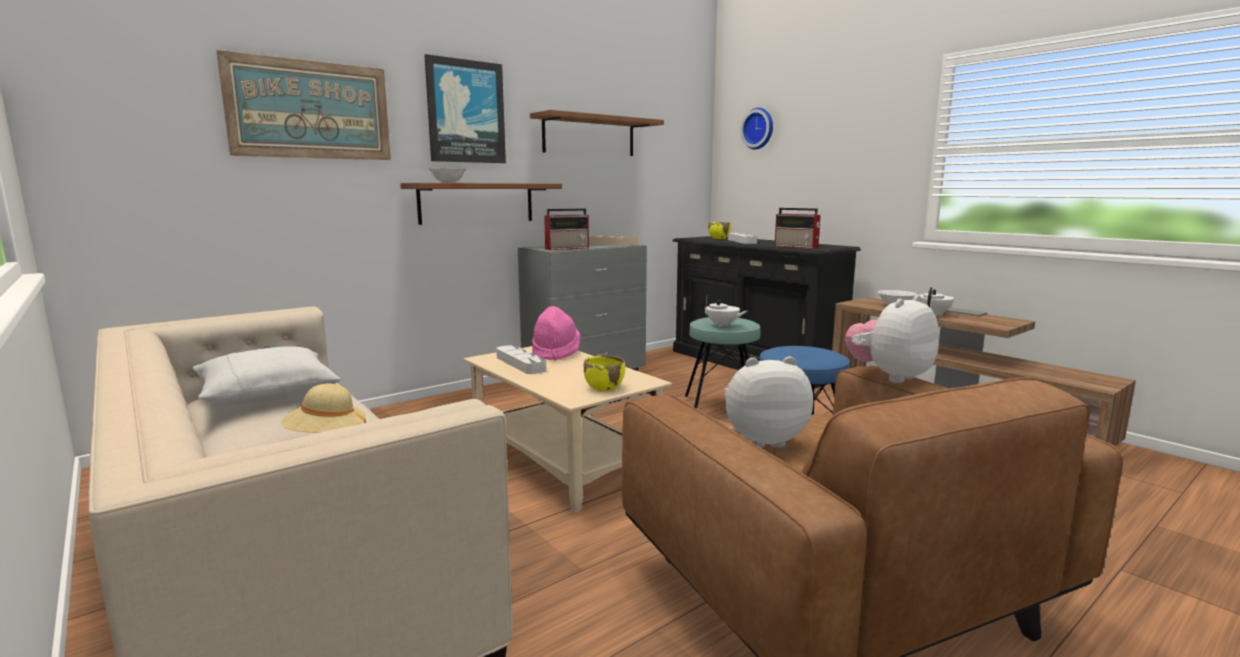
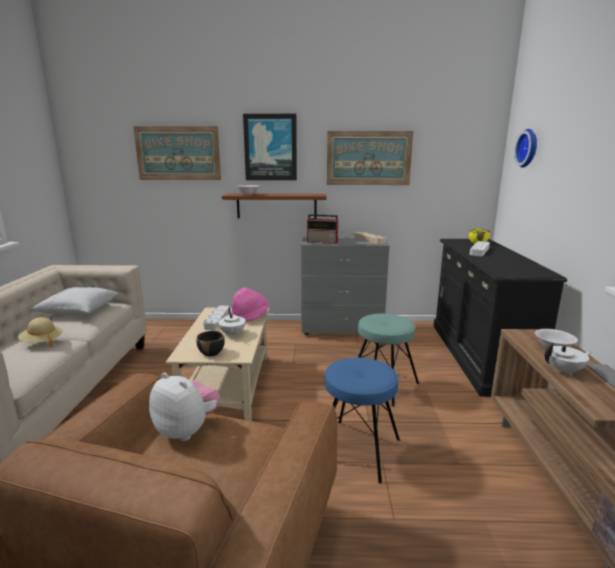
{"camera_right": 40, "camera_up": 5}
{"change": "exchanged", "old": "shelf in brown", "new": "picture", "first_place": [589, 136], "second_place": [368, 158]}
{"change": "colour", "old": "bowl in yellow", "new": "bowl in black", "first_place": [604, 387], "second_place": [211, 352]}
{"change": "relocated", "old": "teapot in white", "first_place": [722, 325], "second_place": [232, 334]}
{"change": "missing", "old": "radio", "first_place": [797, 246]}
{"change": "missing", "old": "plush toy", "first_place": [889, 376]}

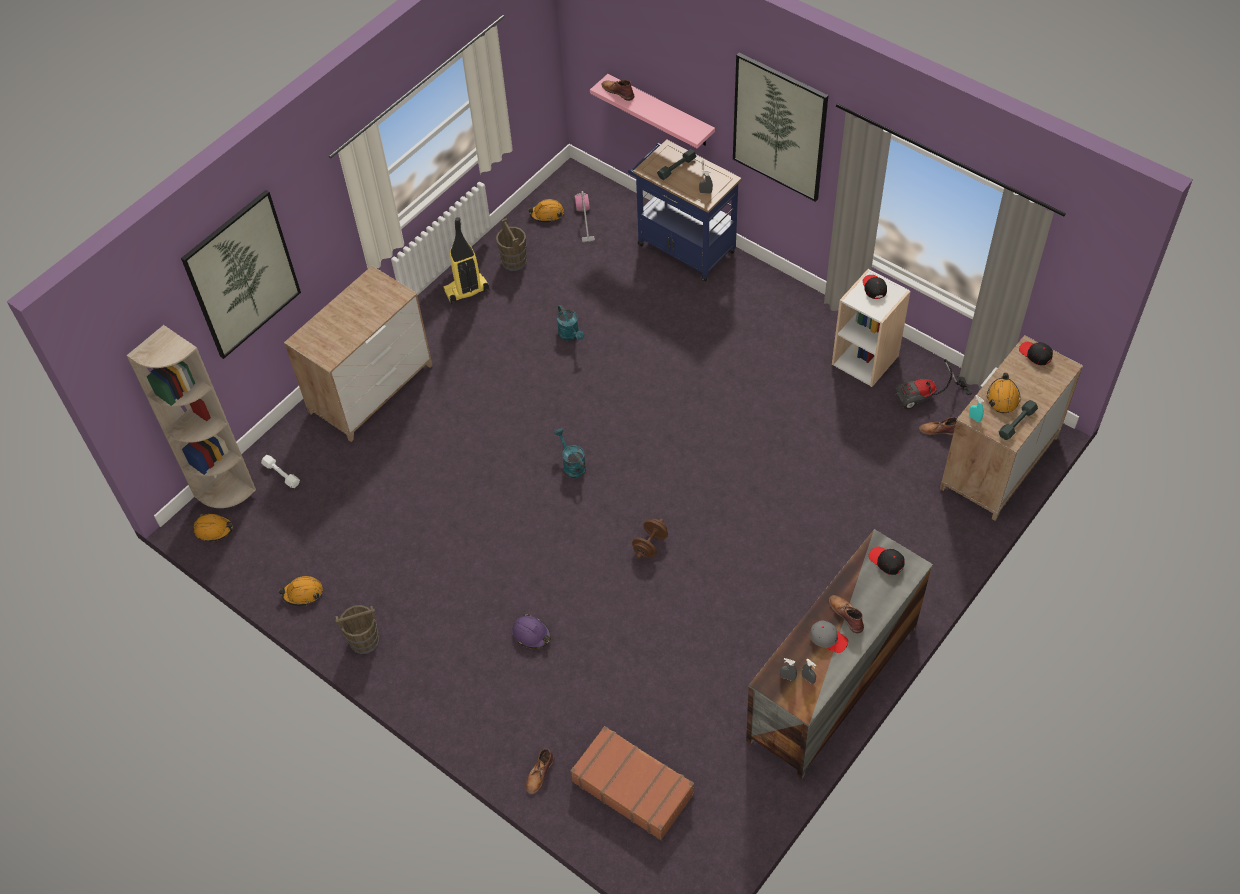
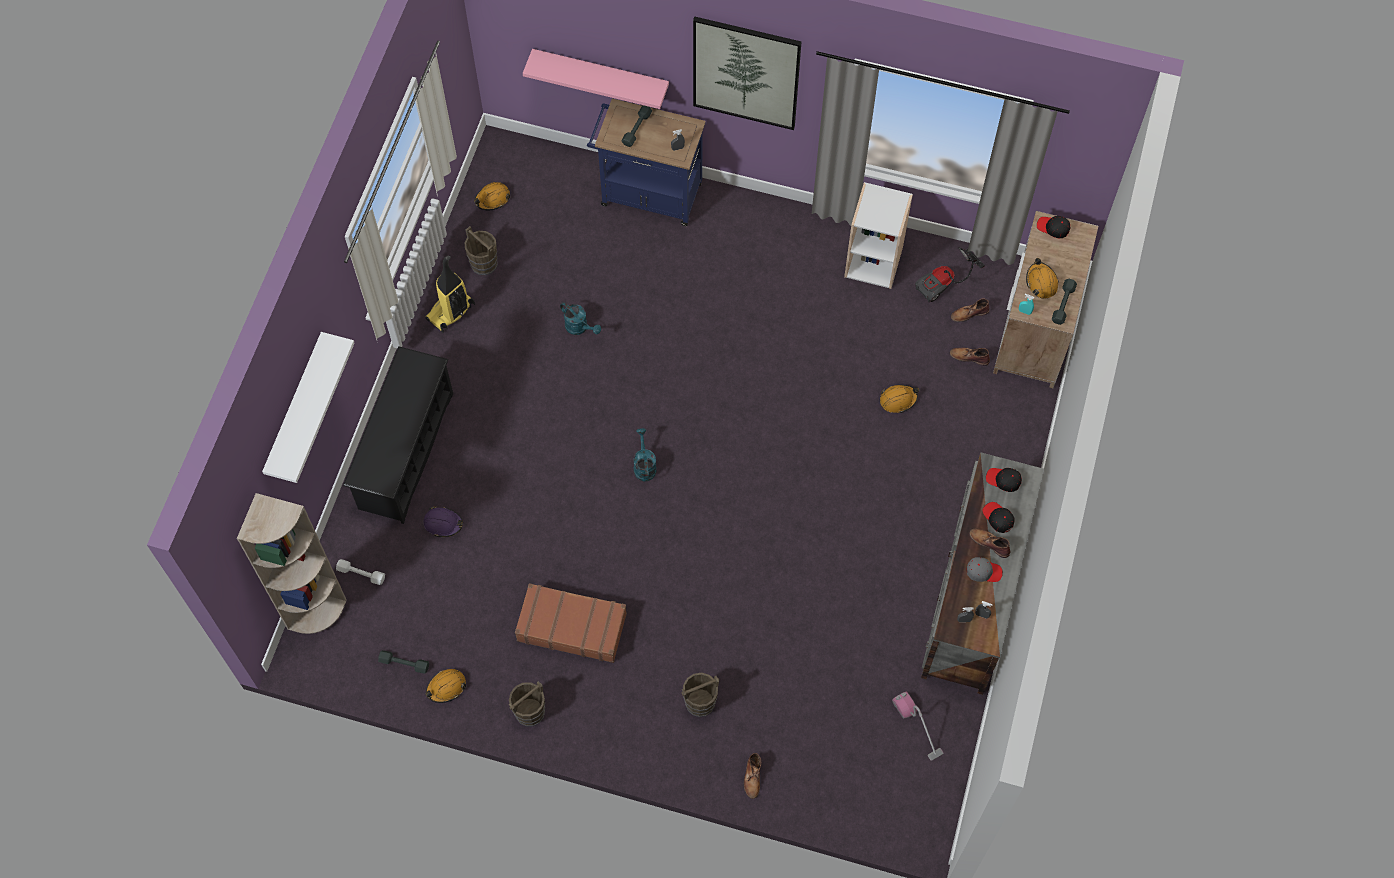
{"camera_right": -25, "camera_up": 10}
{"change": "exchanged", "old": "picture", "new": "shelf in white", "first_place": [242, 275], "second_place": [295, 408]}
{"change": "relocated", "old": "hard hat in orange", "first_place": [214, 529], "second_place": [898, 400]}
{"change": "exchanged", "old": "dresser", "new": "shoe rack in black", "first_place": [371, 388], "second_place": [406, 451]}
{"change": "relocated", "old": "hard hat in purple", "first_place": [531, 634], "second_place": [443, 523]}
{"change": "spun", "old": "watering can in turquoise", "first_place": [572, 465], "second_place": [644, 465], "degrees": 45}
{"change": "relocated", "old": "suitcase in brown", "first_place": [633, 787], "second_place": [571, 626]}
{"change": "relocated", "old": "vacuum cleaner", "first_place": [584, 220], "second_place": [917, 727]}
{"change": "relocated", "old": "boot in brown", "first_place": [618, 91], "second_place": [969, 357]}
{"change": "missing", "old": "dumbbell in brown", "first_place": [650, 545]}
{"change": "relocated", "old": "cap in black", "first_place": [874, 288], "second_place": [998, 518]}
{"change": "appeared", "new": "dumbbell in grey", "second_place": [404, 663]}
{"change": "appeared", "new": "bucket in brown", "second_place": [699, 702]}

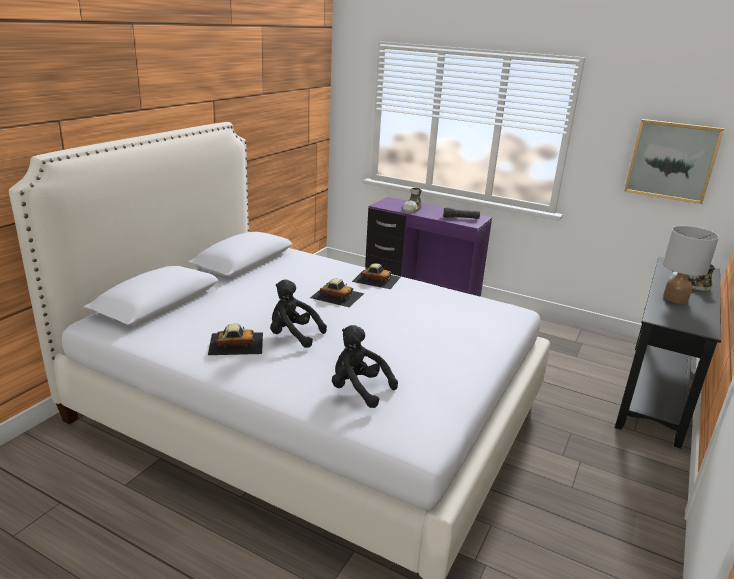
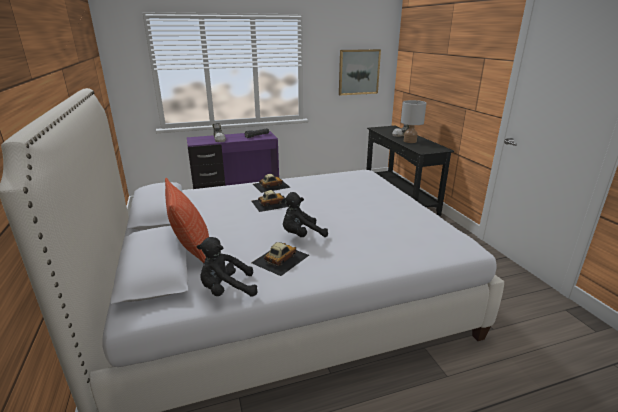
{"camera_right": -45, "camera_up": 0}
{"change": "relocated", "old": "plush toy in black", "first_place": [358, 389], "second_place": [226, 290]}
{"change": "appeared", "new": "pillow in orange", "second_place": [192, 252]}

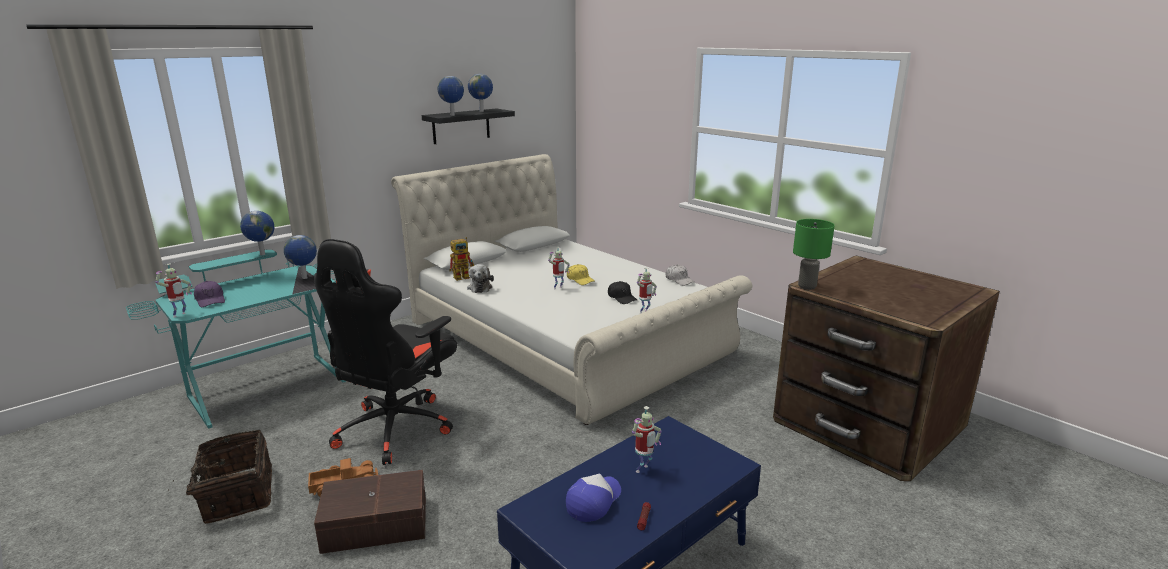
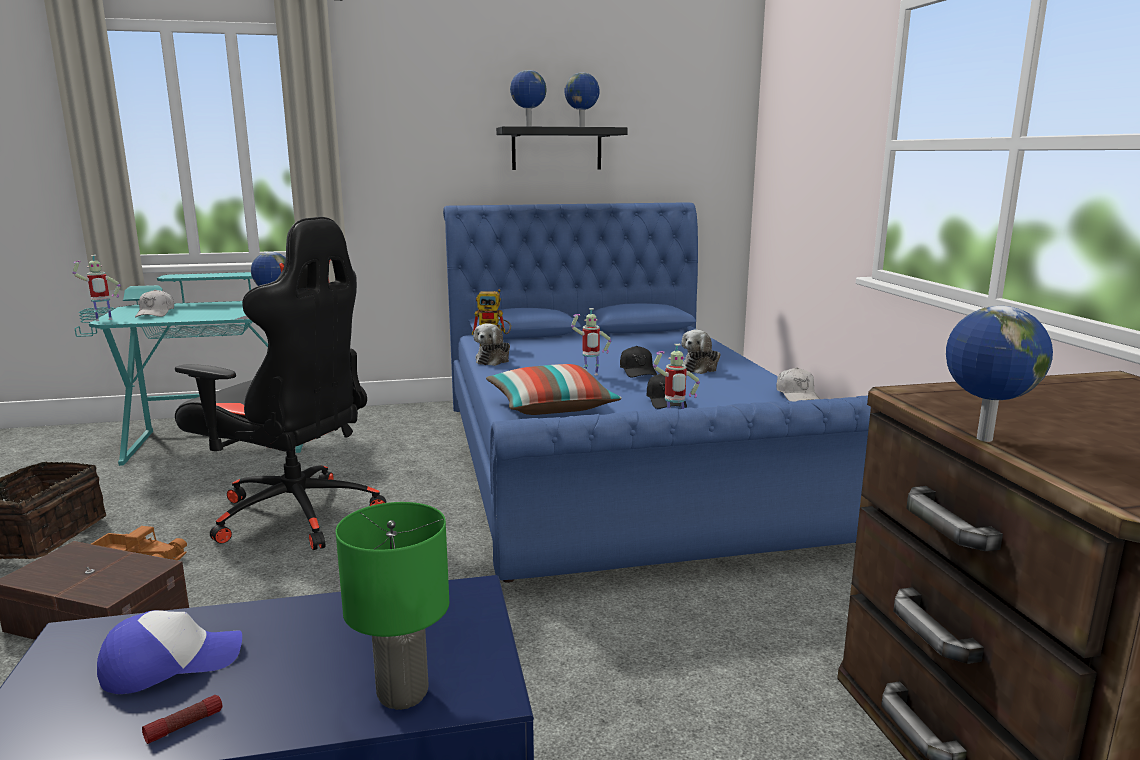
{"camera_right": 30, "camera_up": -5}
{"change": "colour", "old": "cap in purple", "new": "cap in white", "first_place": [210, 300], "second_place": [156, 313]}
{"change": "relocated", "old": "globe", "first_place": [262, 254], "second_place": [982, 439]}
{"change": "spun", "old": "office chair in black", "first_place": [400, 424], "second_place": [287, 513], "degrees": -120}
{"change": "colour", "old": "bed in beige", "new": "bed in blue", "first_place": [564, 336], "second_place": [618, 460]}
{"change": "colour", "old": "cap in yellow", "new": "cap in black", "first_place": [580, 280], "second_place": [638, 371]}
{"change": "missing", "old": "toy robot", "first_place": [643, 470]}
{"change": "relocated", "old": "table lamp in green", "first_place": [808, 287], "second_place": [405, 696]}
{"change": "appeared", "new": "pillow", "second_place": [551, 407]}
{"change": "appeared", "new": "plush toy", "second_place": [701, 368]}

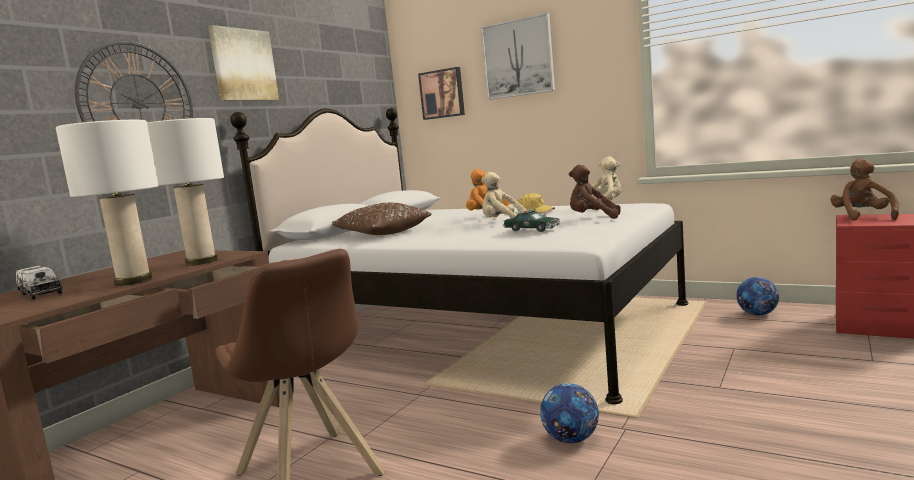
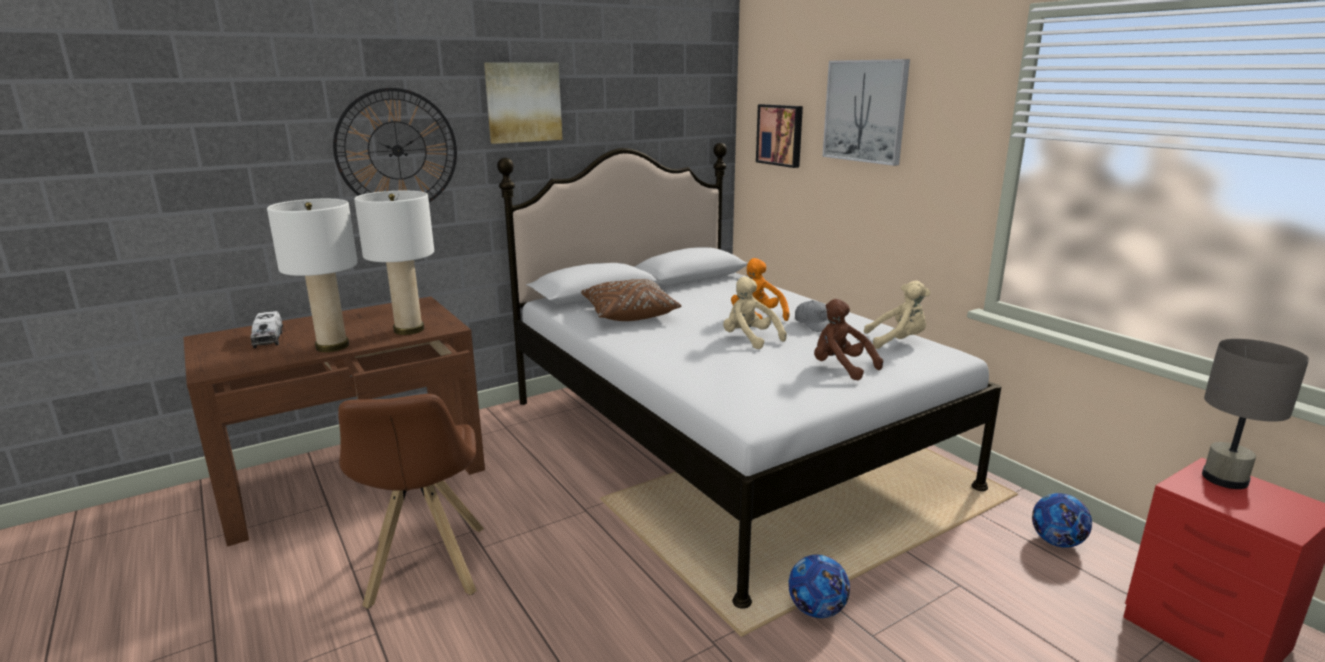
{"camera_right": 25, "camera_up": 10}
{"change": "missing", "old": "toy car", "first_place": [532, 229]}
{"change": "colour", "old": "cap in yellow", "new": "cap in grey", "first_place": [535, 211], "second_place": [815, 324]}
{"change": "relocated", "old": "football", "first_place": [571, 439], "second_place": [816, 610]}
{"change": "exchanged", "old": "plush toy in brown", "new": "table lamp in grey", "first_place": [862, 217], "second_place": [1225, 479]}

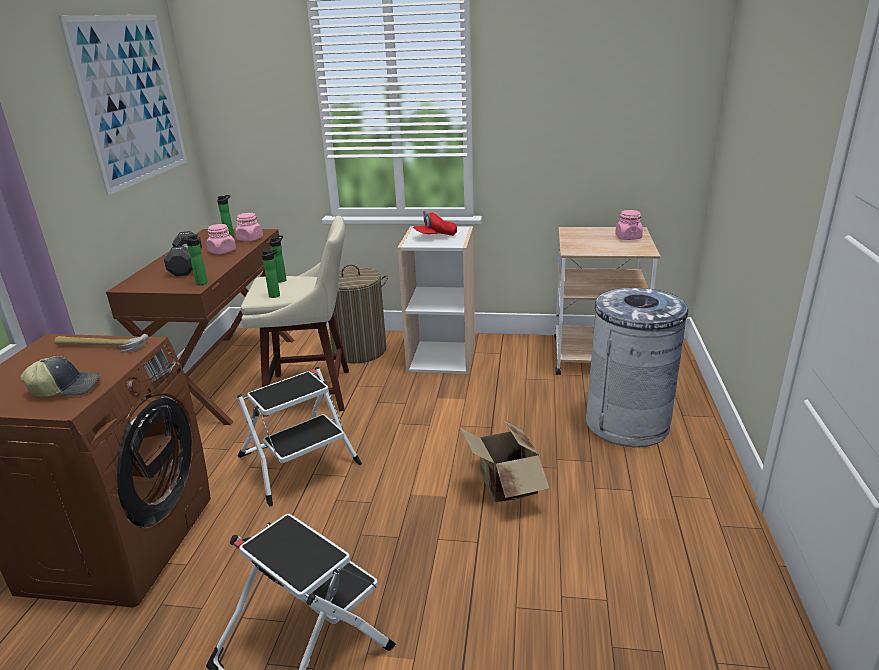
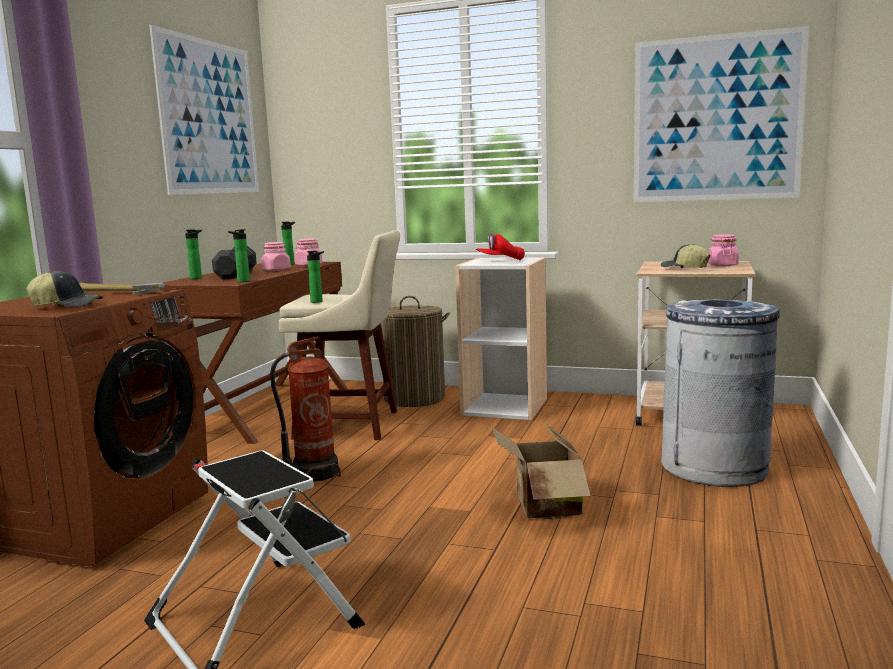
{"camera_right": 10, "camera_up": -15}
{"change": "exchanged", "old": "step ladder", "new": "fire extinguisher", "first_place": [297, 462], "second_place": [312, 474]}
{"change": "relocated", "old": "bottle", "first_place": [282, 280], "second_place": [197, 278]}
{"change": "appeared", "new": "picture", "second_place": [716, 119]}
{"change": "appeared", "new": "cap", "second_place": [684, 268]}

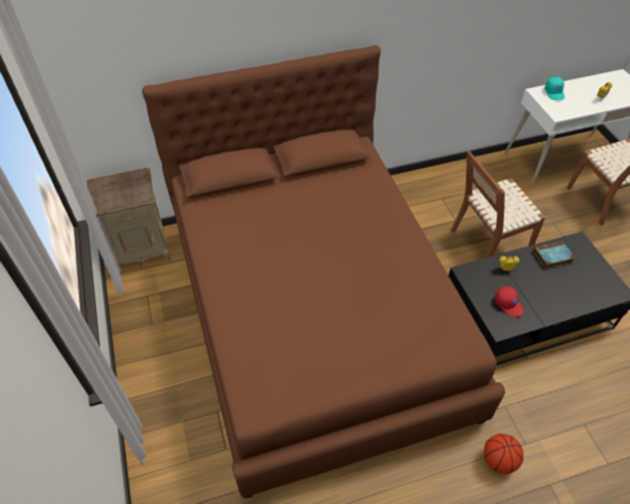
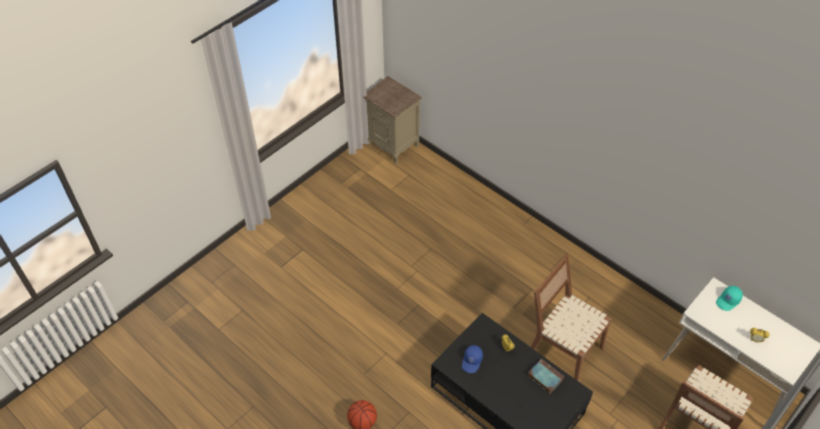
{"camera_right": 60, "camera_up": 0}
{"change": "missing", "old": "bed in brown", "first_place": [315, 312]}
{"change": "colour", "old": "cap in red", "new": "cap in blue", "first_place": [508, 304], "second_place": [472, 361]}

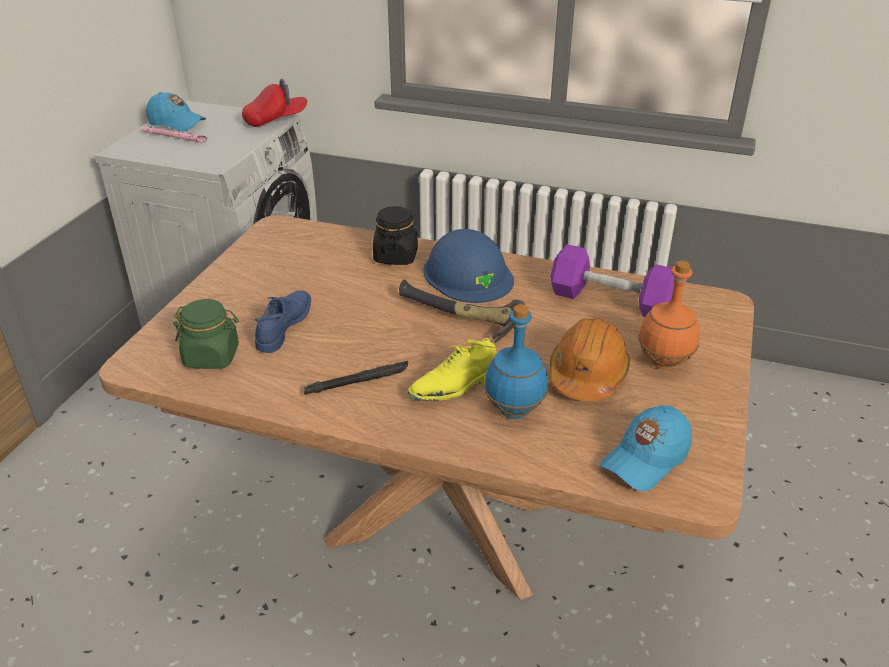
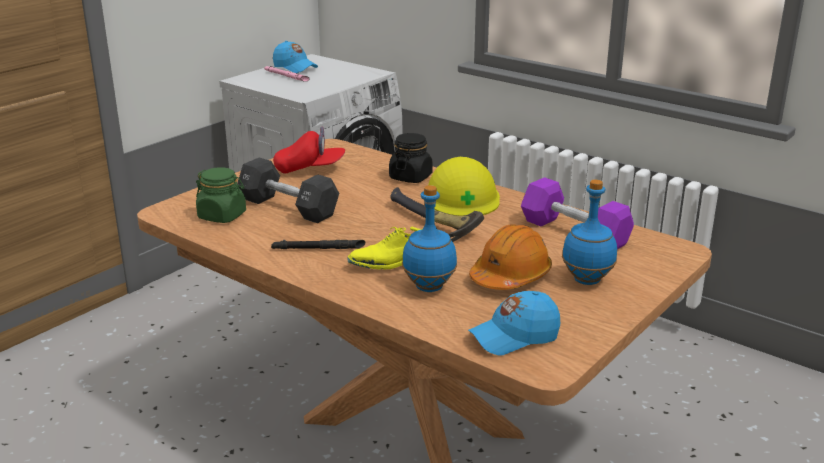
{"camera_right": 20, "camera_up": -10}
{"change": "relocated", "old": "cap in red", "first_place": [276, 120], "second_place": [310, 169]}
{"change": "exchanged", "old": "shoe in blue", "new": "dumbbell in black", "first_place": [284, 327], "second_place": [288, 207]}
{"change": "colour", "old": "hard hat in blue", "new": "hard hat in yellow", "first_place": [468, 274], "second_place": [462, 197]}
{"change": "colour", "old": "bottle in orange", "new": "bottle in blue", "first_place": [663, 362], "second_place": [587, 279]}

